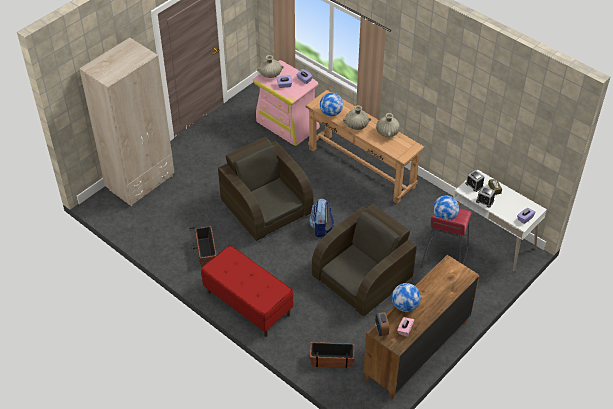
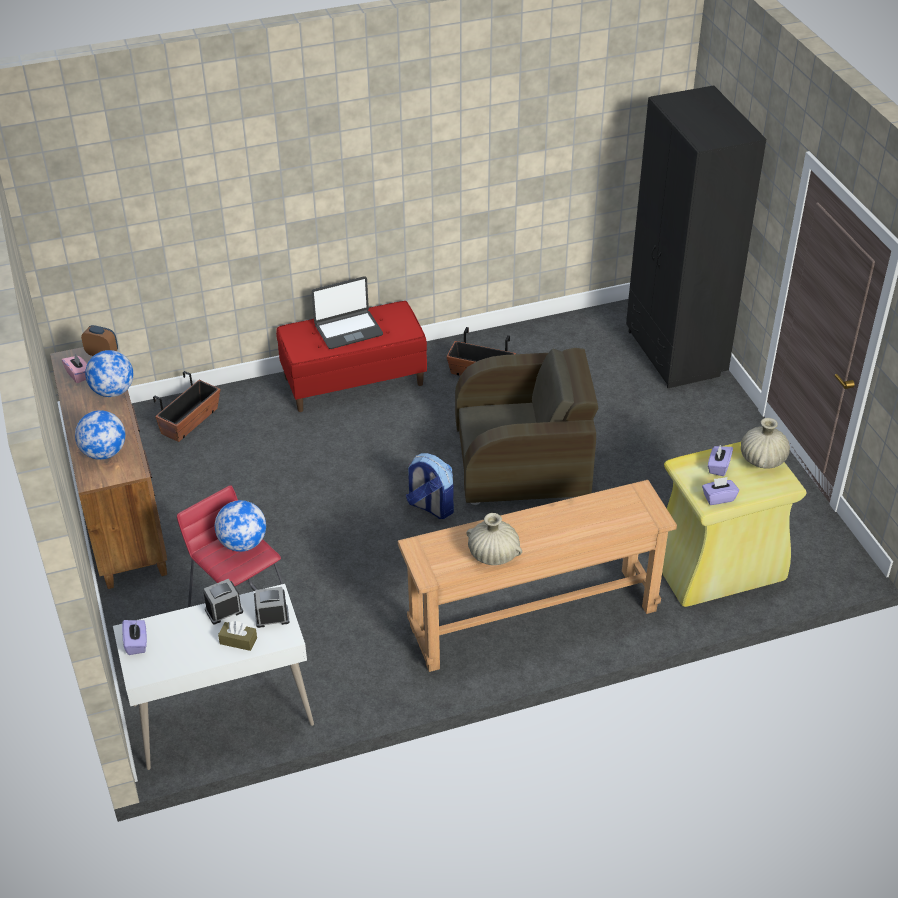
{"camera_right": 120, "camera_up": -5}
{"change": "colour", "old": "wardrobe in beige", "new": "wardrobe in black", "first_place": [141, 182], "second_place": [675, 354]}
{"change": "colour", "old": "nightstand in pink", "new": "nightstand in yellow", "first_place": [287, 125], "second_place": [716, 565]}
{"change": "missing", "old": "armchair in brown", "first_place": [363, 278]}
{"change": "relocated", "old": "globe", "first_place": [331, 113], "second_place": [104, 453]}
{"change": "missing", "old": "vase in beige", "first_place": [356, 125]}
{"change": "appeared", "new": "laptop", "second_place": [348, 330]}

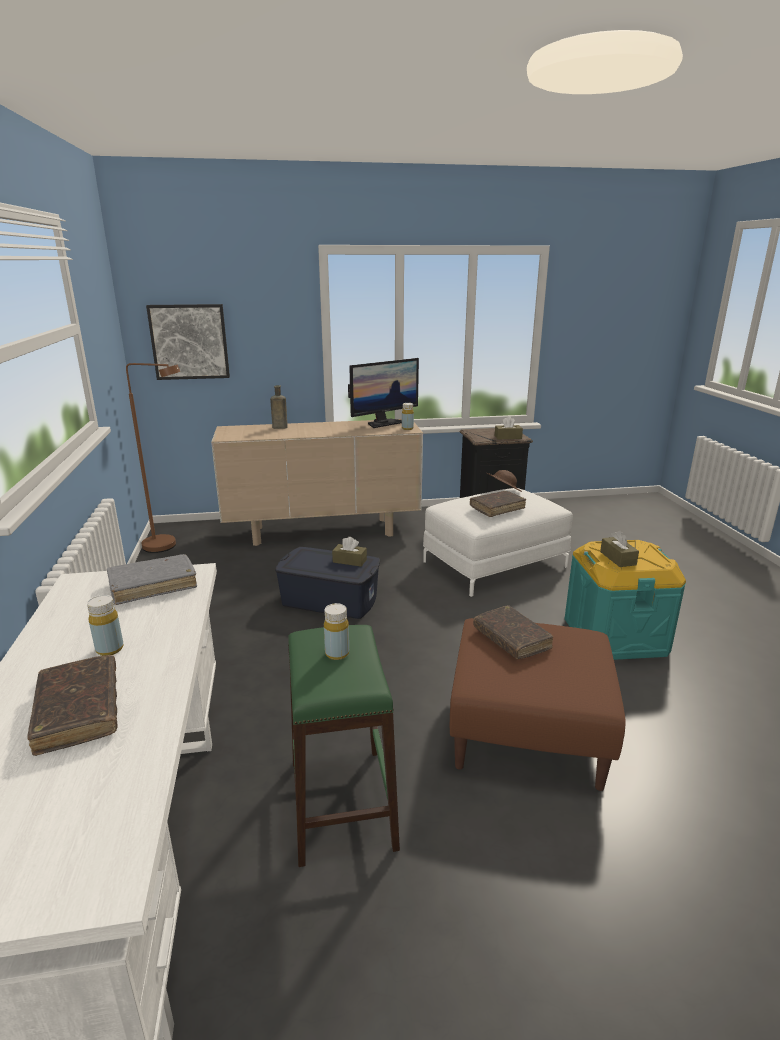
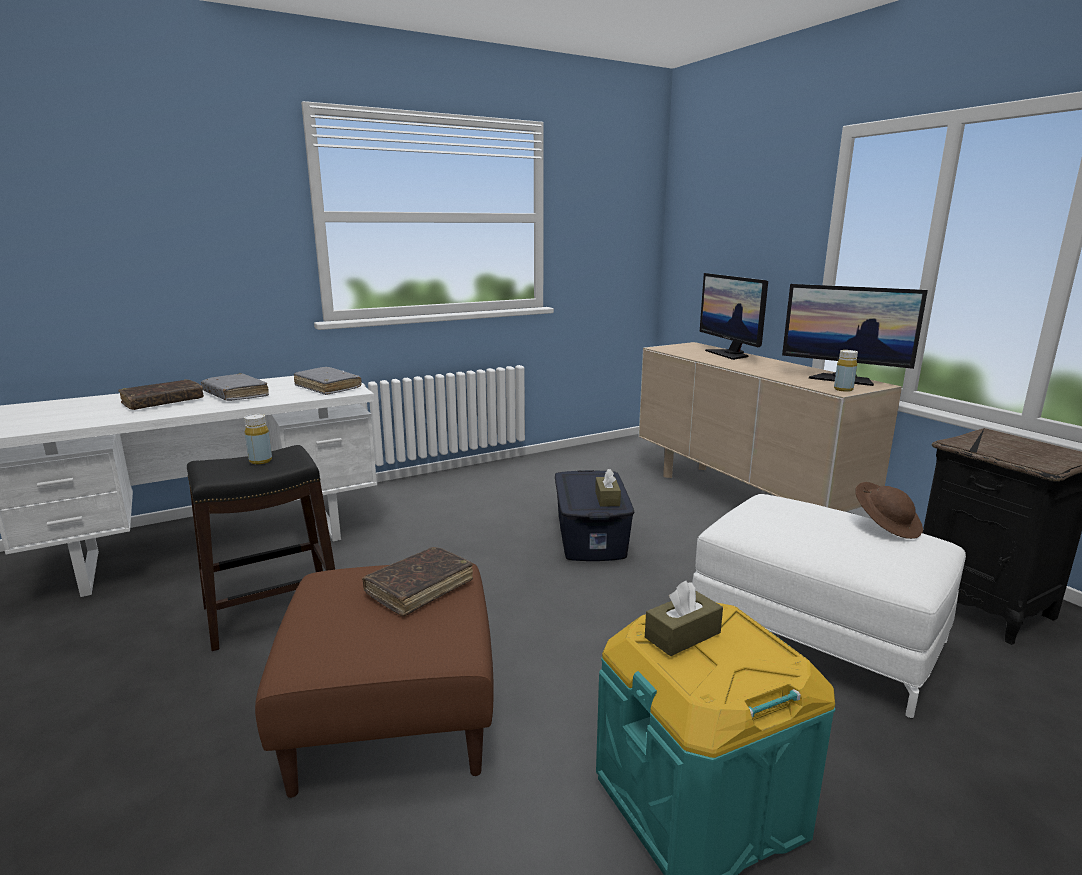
{"camera_right": 70, "camera_up": -5}
{"change": "exchanged", "old": "bottle in yellow", "new": "book in grey", "first_place": [110, 649], "second_place": [235, 395]}
{"change": "missing", "old": "floor lamp in brown", "first_place": [168, 546]}
{"change": "missing", "old": "picture", "first_place": [189, 342]}
{"change": "exchanged", "old": "bottle in brown", "new": "monitor", "first_place": [278, 427], "second_place": [729, 354]}
{"change": "colour", "old": "stool in green", "new": "stool in black", "first_place": [342, 802], "second_place": [273, 611]}
{"change": "missing", "old": "book in brown", "first_place": [497, 508]}
{"change": "missing", "old": "tissue box in brown", "first_place": [508, 437]}

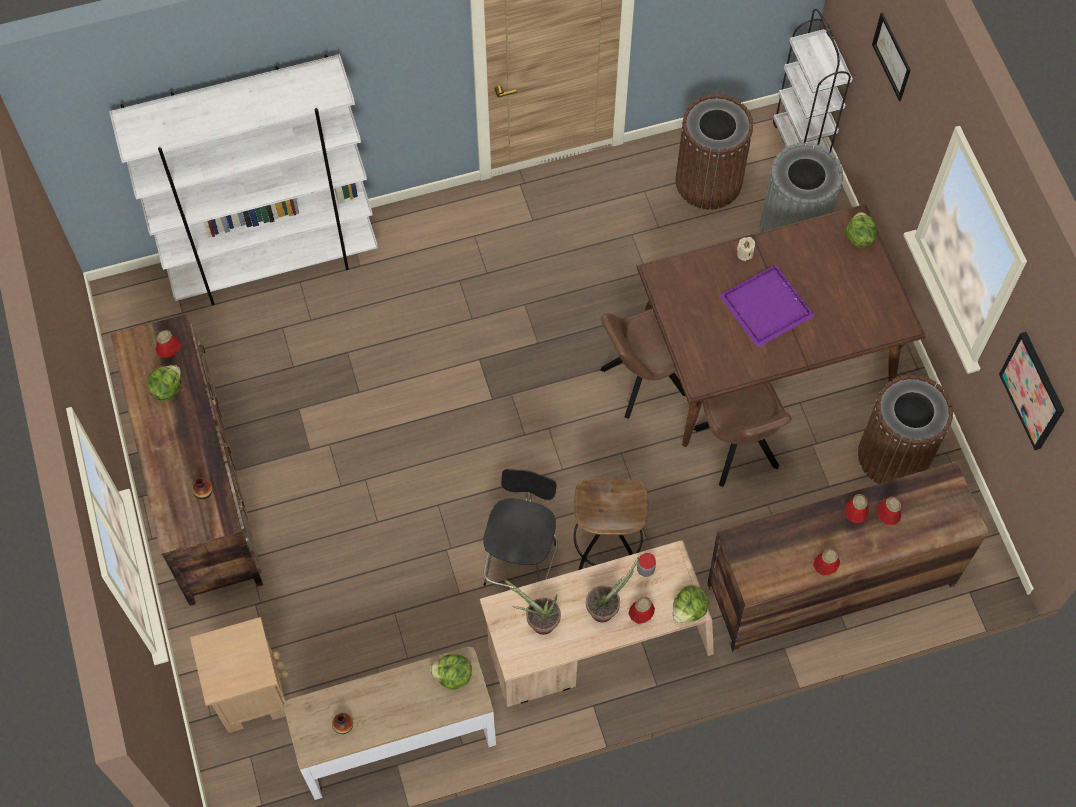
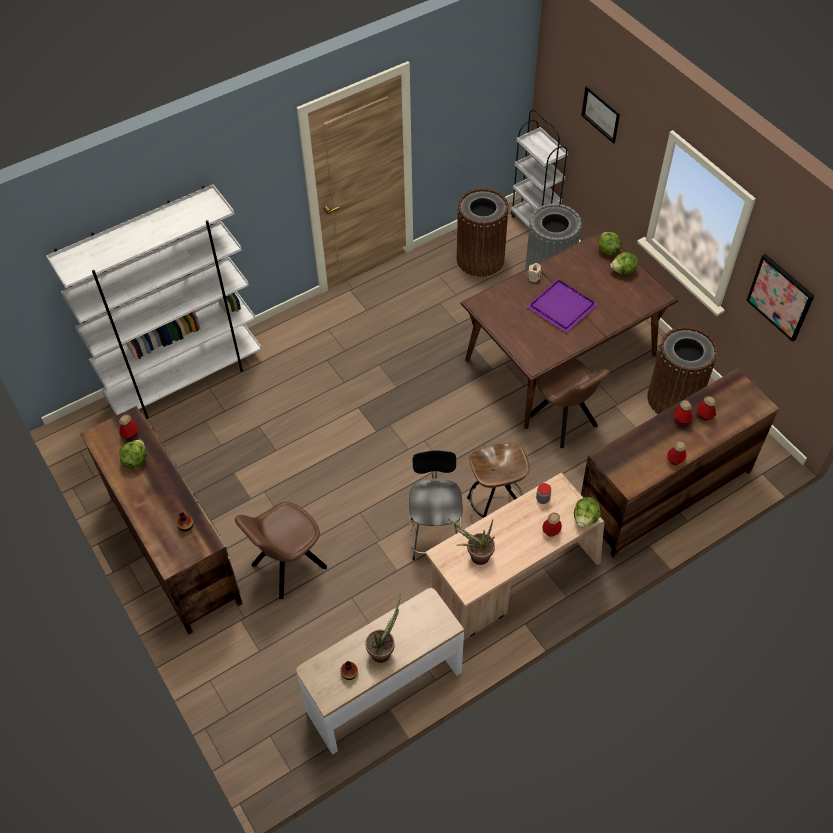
{"camera_right": -15, "camera_up": -10}
{"change": "missing", "old": "nightstand in beige", "first_place": [252, 694]}
{"change": "relocated", "old": "lettuce", "first_place": [452, 676], "second_place": [623, 271]}
{"change": "relocated", "old": "potted plant", "first_place": [606, 608], "second_place": [384, 649]}
{"change": "relocated", "old": "chair in brown", "first_place": [642, 381], "second_place": [288, 566]}

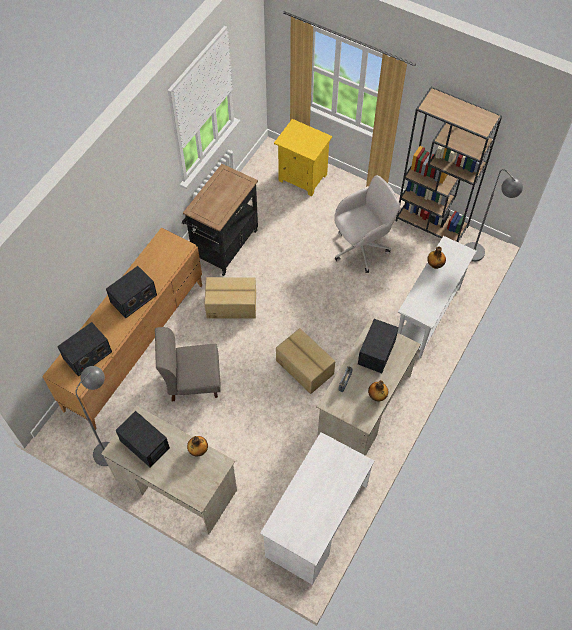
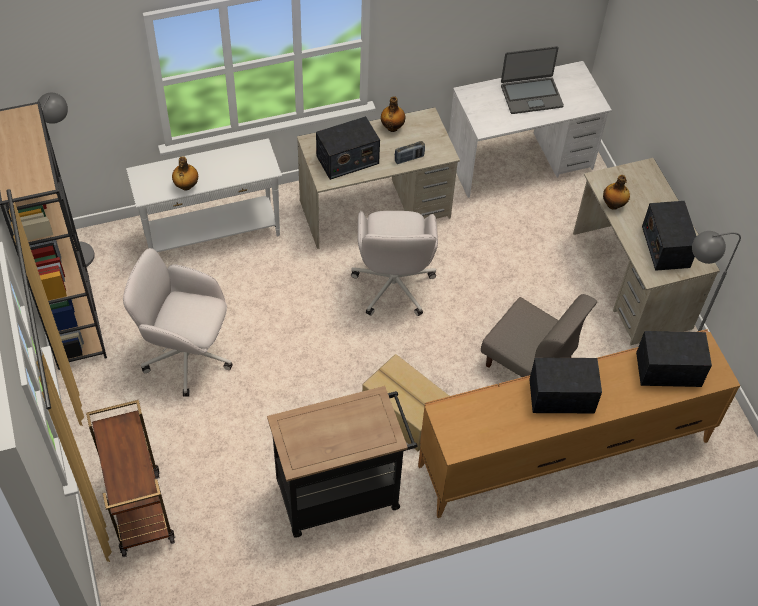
{"camera_right": -140, "camera_up": -5}
{"change": "exchanged", "old": "nightstand in yellow", "new": "cart in brown", "first_place": [302, 178], "second_place": [140, 509]}
{"change": "exchanged", "old": "cardboard box", "new": "office chair in white", "first_place": [305, 366], "second_place": [393, 286]}
{"change": "appeared", "new": "laptop", "second_place": [531, 95]}

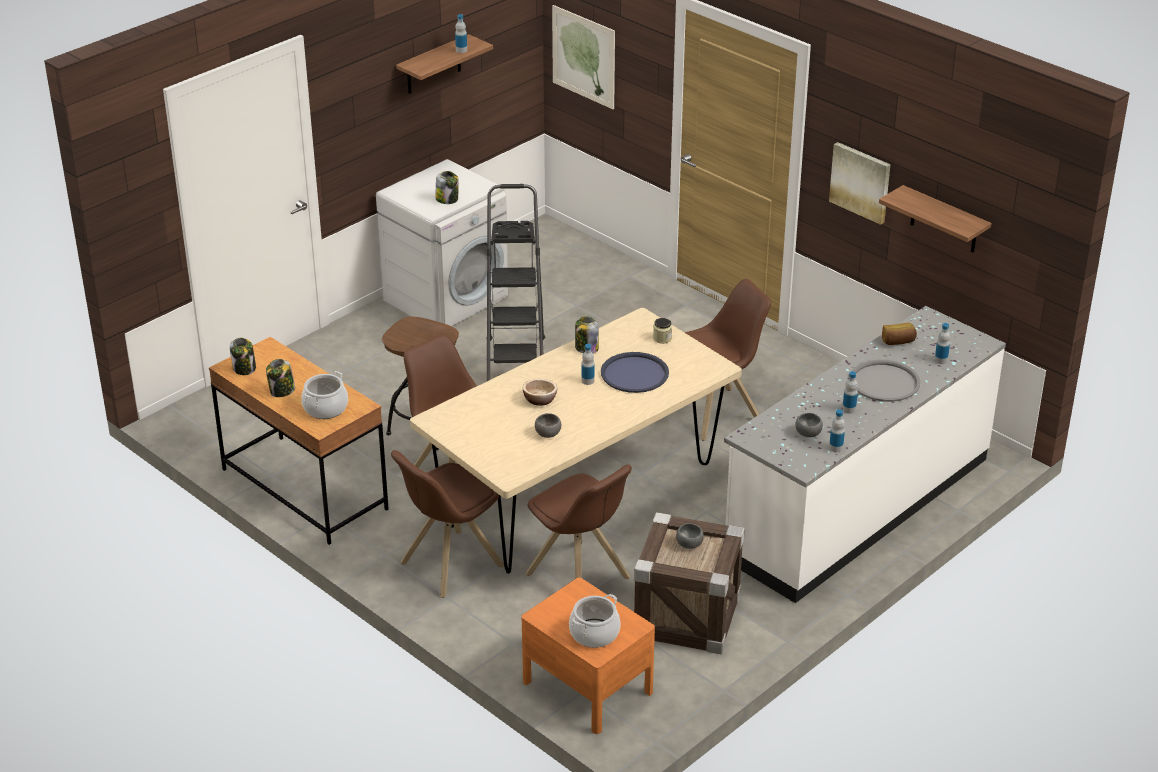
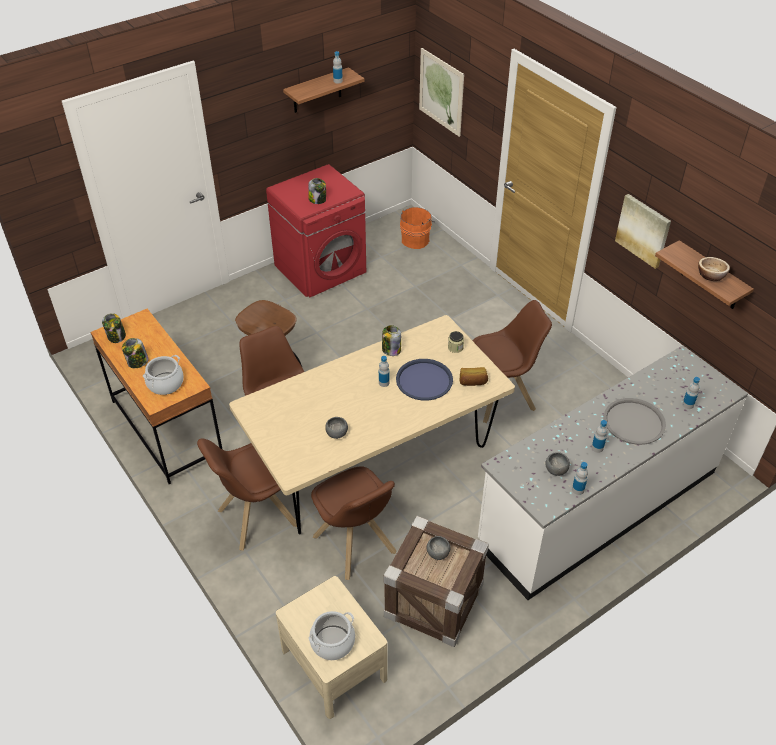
{"camera_right": 10, "camera_up": 10}
{"change": "colour", "old": "washing machine in white", "new": "washing machine in red", "first_place": [449, 298], "second_place": [323, 268]}
{"change": "missing", "old": "step ladder", "first_place": [516, 366]}
{"change": "colour", "old": "nightstand in orange", "new": "nightstand in beige", "first_place": [587, 687], "second_place": [334, 664]}
{"change": "relocated", "old": "bowl", "first_place": [540, 400], "second_place": [711, 275]}
{"change": "relocated", "old": "bread", "first_place": [898, 341], "second_place": [472, 382]}
{"change": "appeared", "new": "bucket in orange", "second_place": [416, 239]}

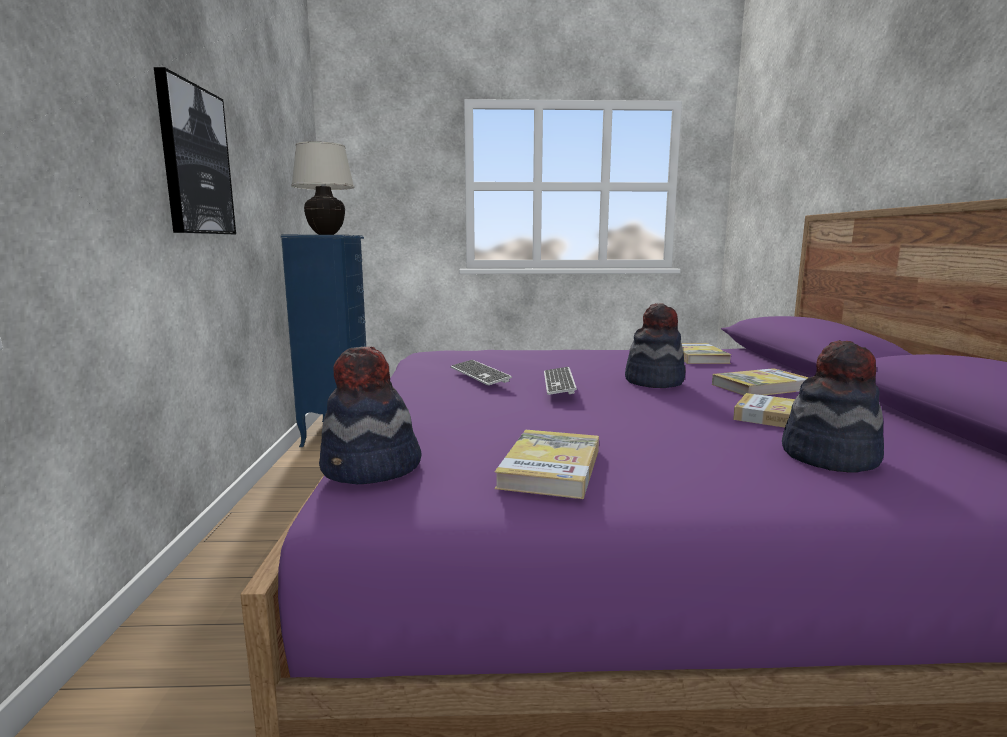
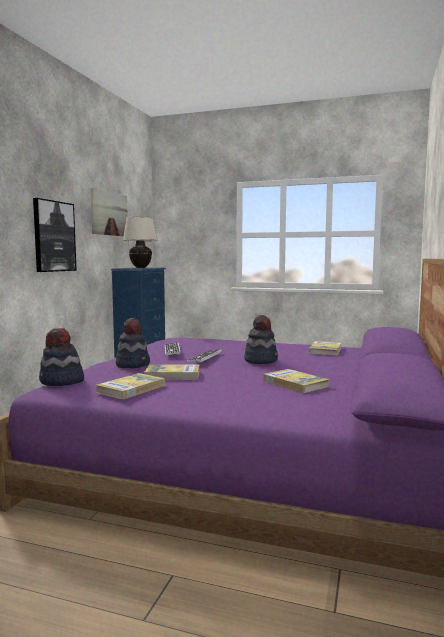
{"camera_right": 20, "camera_up": -5}
{"change": "relocated", "old": "book", "first_place": [761, 387], "second_place": [172, 375]}
{"change": "relocated", "old": "hat", "first_place": [829, 456], "second_place": [133, 364]}
{"change": "appeared", "new": "picture", "second_place": [109, 213]}

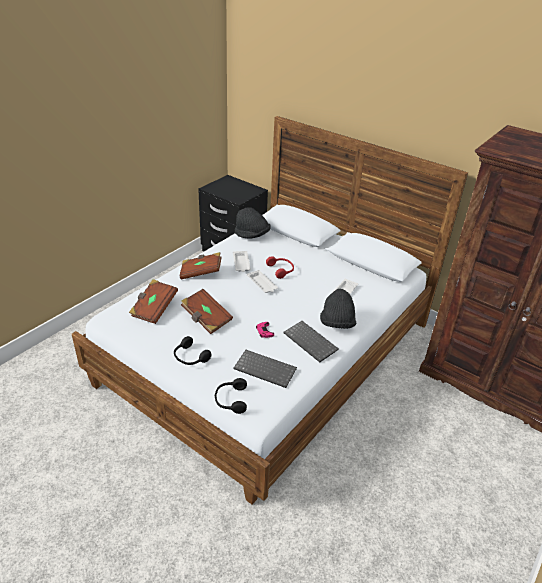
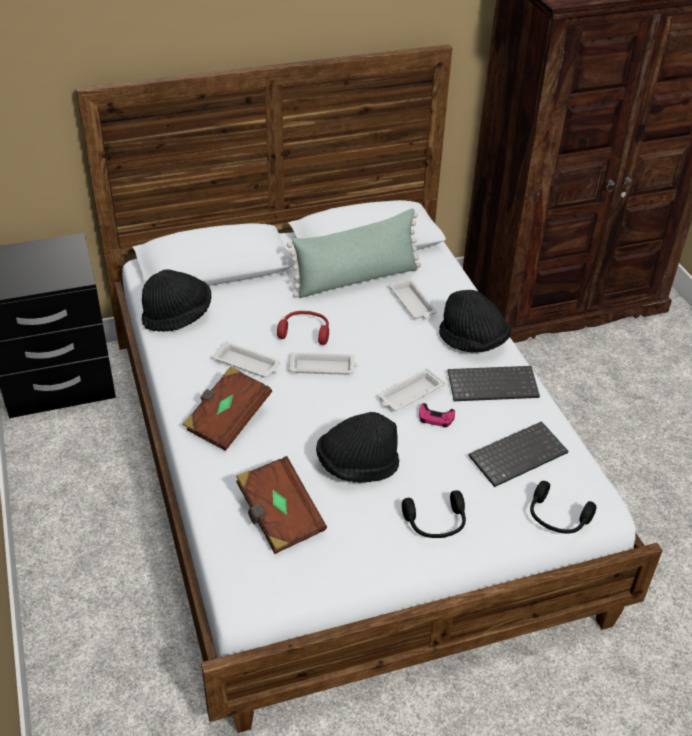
{"camera_right": -55, "camera_up": 5}
{"change": "exchanged", "old": "book in brown", "new": "hat in black", "first_place": [206, 319], "second_place": [357, 466]}
{"change": "appeared", "new": "pillow in green", "second_place": [356, 279]}
{"change": "appeared", "new": "tray in white", "second_place": [410, 394]}

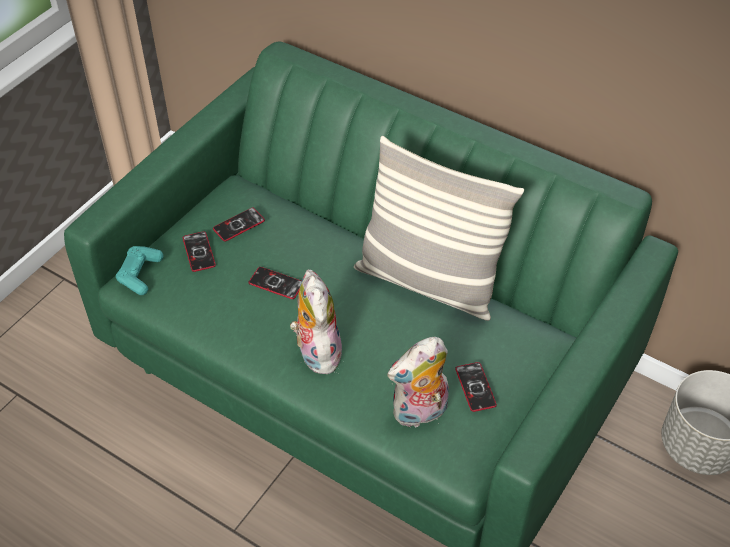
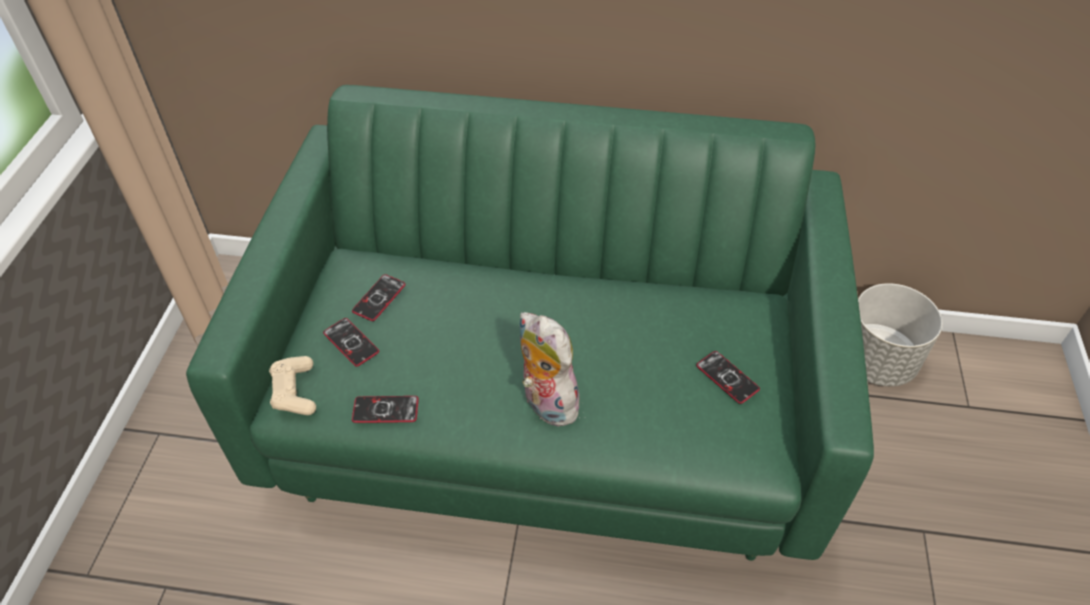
{"camera_right": -25, "camera_up": 0}
{"change": "colour", "old": "game controller in turquoise", "new": "game controller in beige", "first_place": [140, 274], "second_place": [295, 392]}
{"change": "relocated", "old": "phone", "first_place": [276, 283], "second_place": [385, 410]}
{"change": "missing", "old": "pillow", "first_place": [428, 282]}
{"change": "missing", "old": "plush toy", "first_place": [420, 413]}

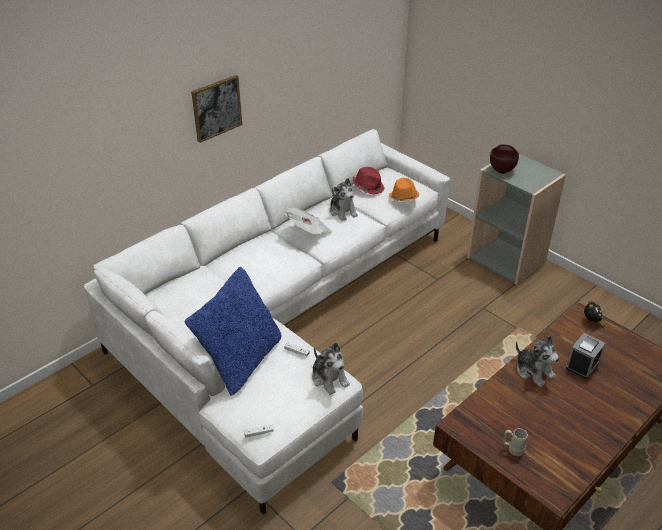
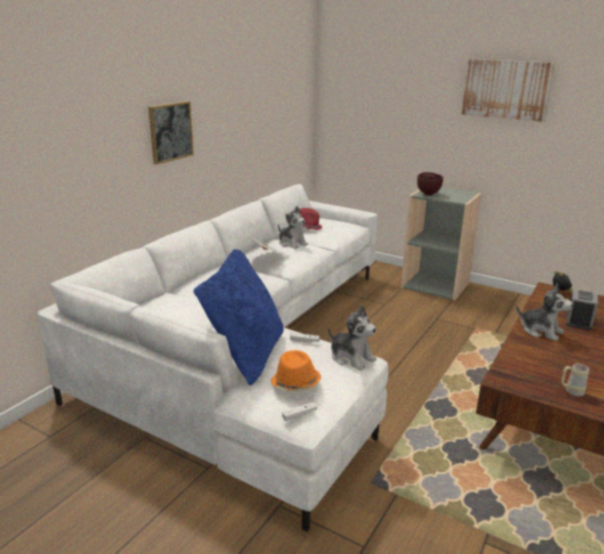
{"camera_right": -15, "camera_up": -15}
{"change": "relocated", "old": "hat in orange", "first_place": [403, 198], "second_place": [295, 383]}
{"change": "appeared", "new": "picture", "second_place": [506, 89]}

